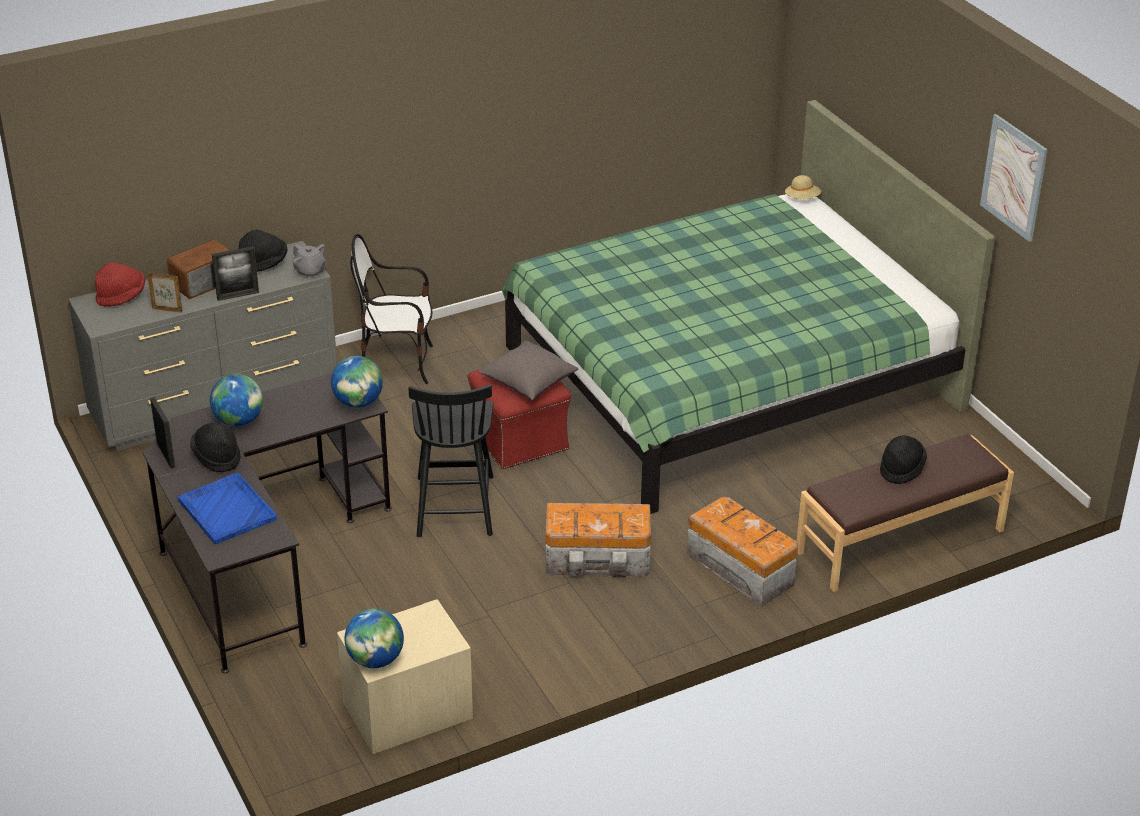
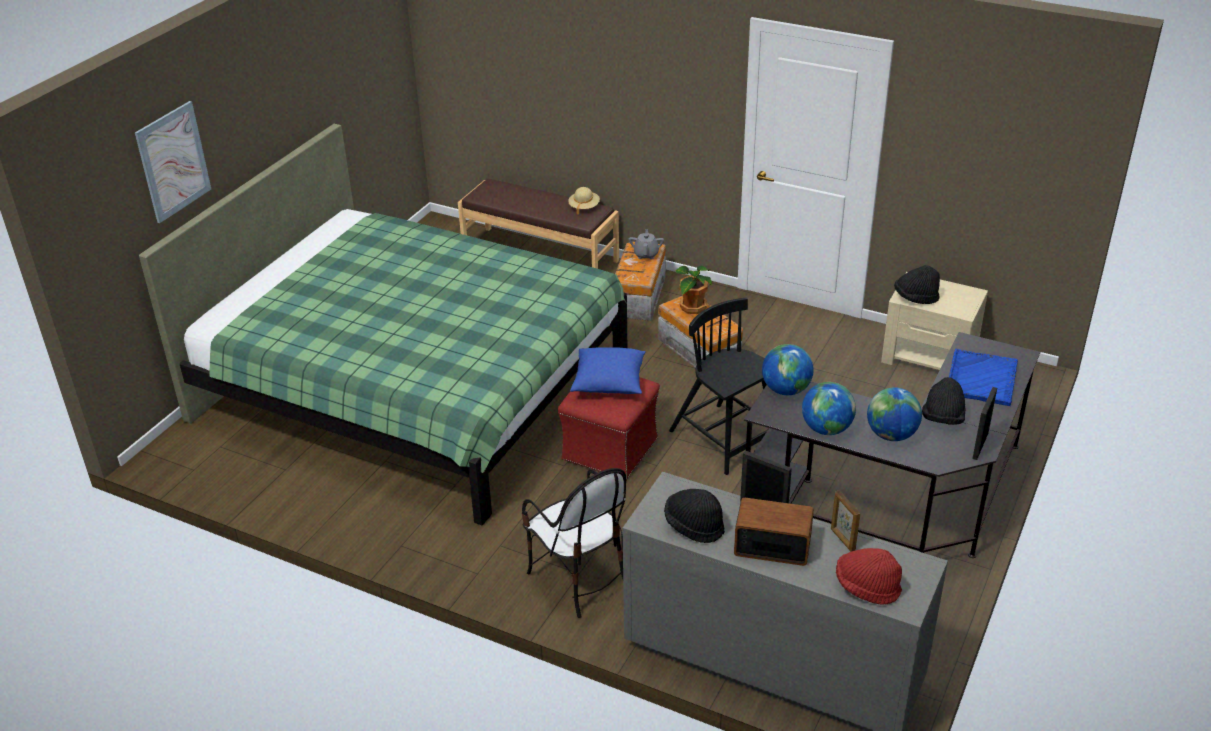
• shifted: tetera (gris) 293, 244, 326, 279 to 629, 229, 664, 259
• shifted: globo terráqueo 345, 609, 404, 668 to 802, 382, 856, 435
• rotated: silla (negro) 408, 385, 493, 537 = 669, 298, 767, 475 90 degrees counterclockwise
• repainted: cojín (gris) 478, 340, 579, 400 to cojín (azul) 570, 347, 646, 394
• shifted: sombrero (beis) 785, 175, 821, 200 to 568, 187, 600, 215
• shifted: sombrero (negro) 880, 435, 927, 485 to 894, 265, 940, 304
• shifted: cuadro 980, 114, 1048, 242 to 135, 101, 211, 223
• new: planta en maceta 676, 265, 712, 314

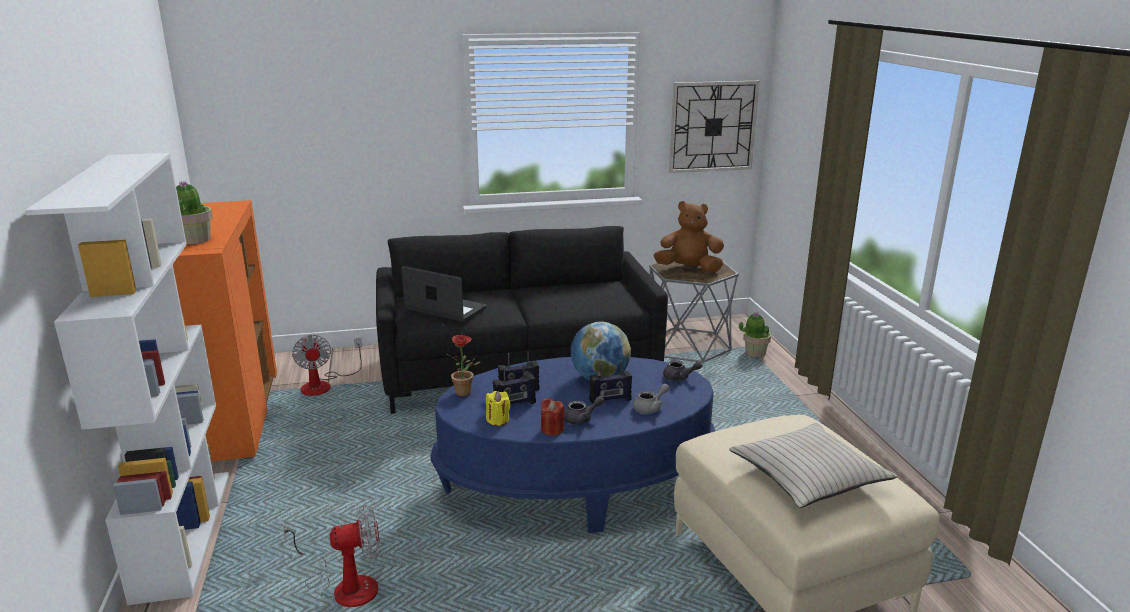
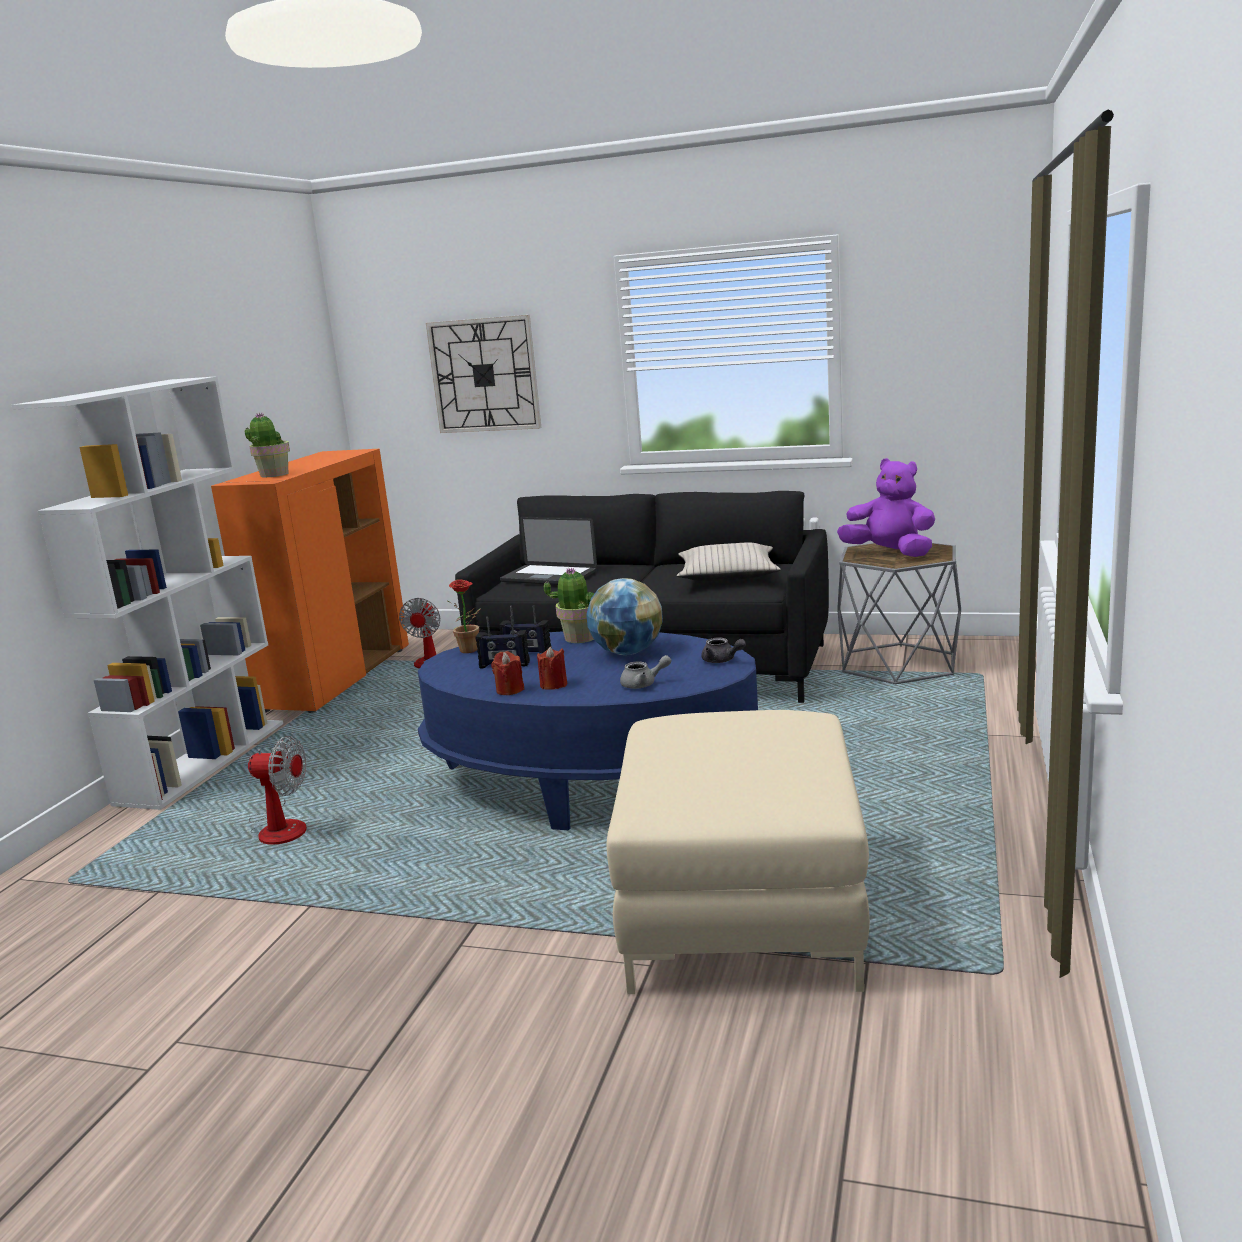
• rotated: portátil 401, 266, 487, 322 = 500, 516, 597, 585 150 degrees clockwise
• gone: vela (amarillo) 486, 391, 511, 426
• swapped: tetera (gris) 564, 396, 604, 425 to vela (rojo) 537, 646, 567, 690
• gone: radio 589, 361, 632, 404
• repainted: peluche (marrón) 654, 201, 724, 273 to peluche (morado) 837, 458, 935, 557
• shifted: reloj de pared 669, 81, 760, 173 to 426, 315, 541, 433
• shifted: cojín (beis) 729, 423, 898, 508 to 677, 543, 781, 581
• shifted: planta en maceta 739, 312, 771, 358 to 544, 567, 594, 643

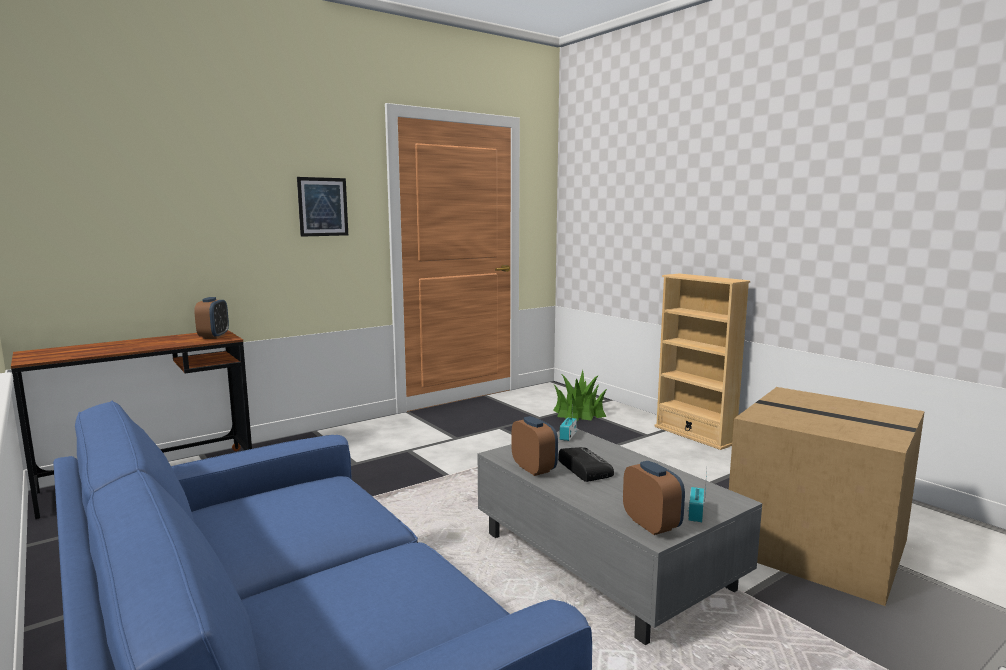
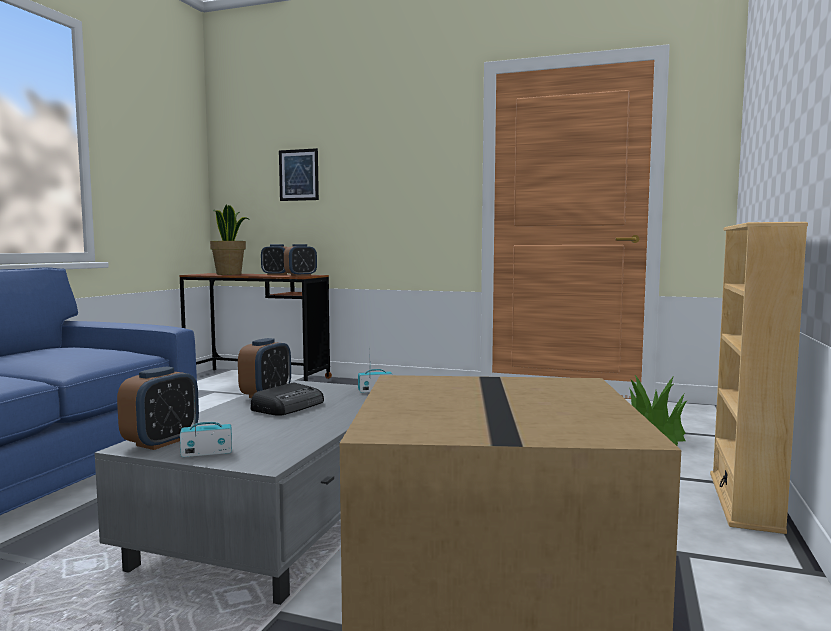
• shifted: cuadro 297, 177, 348, 237 to 279, 148, 319, 201
• new: planta en maceta 210, 205, 250, 275
• new: despertador 261, 244, 287, 275

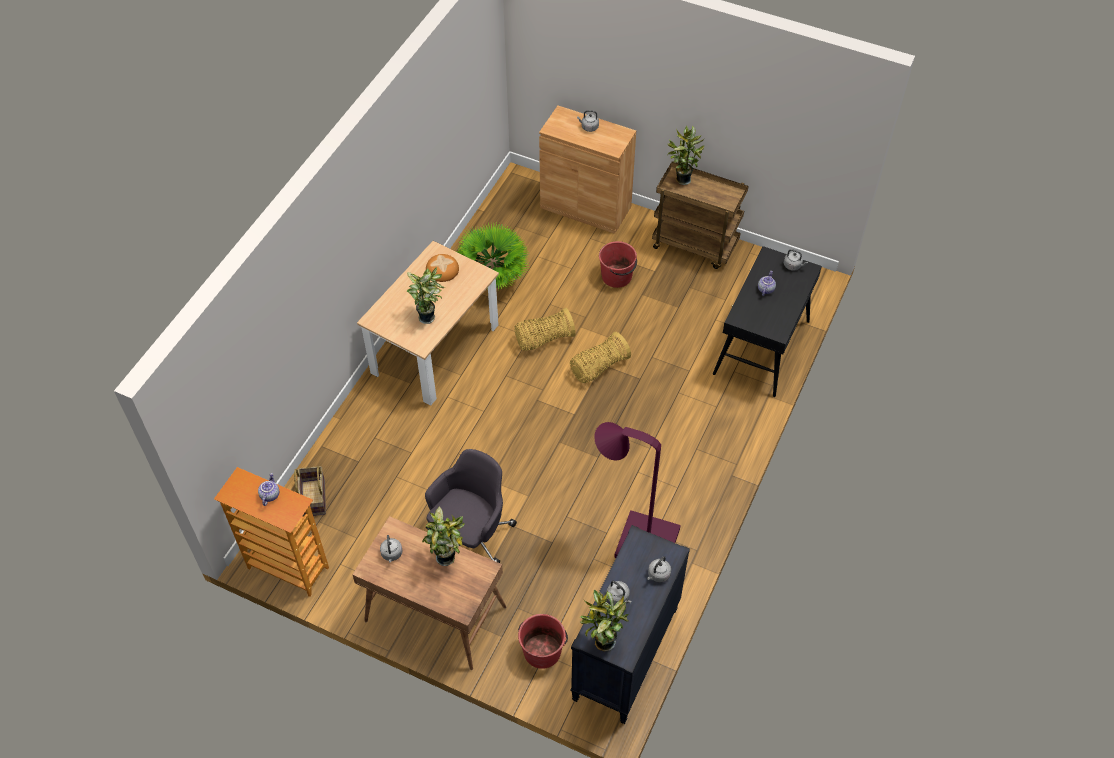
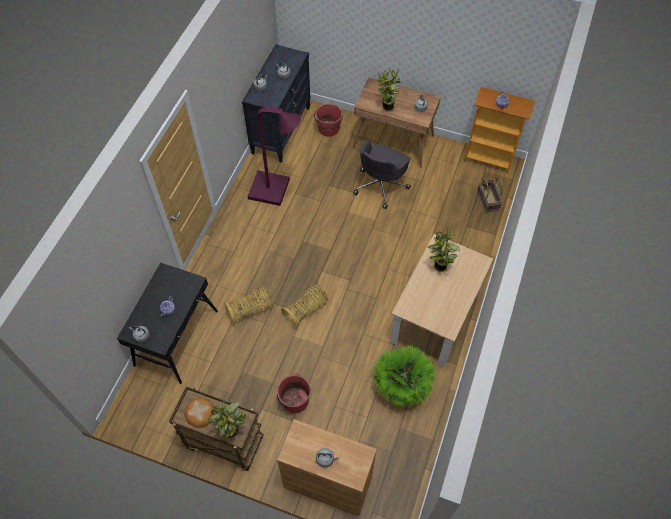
• shifted: pan 426, 254, 459, 282 to 185, 398, 215, 428
• shifted: cesta 514, 308, 576, 351 to 224, 287, 273, 324
• gone: planta en maceta 580, 590, 629, 652

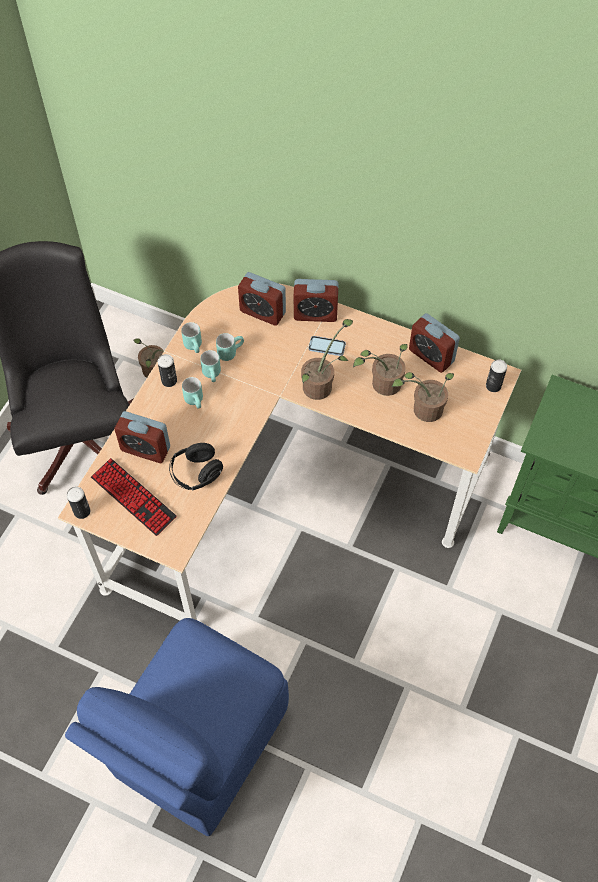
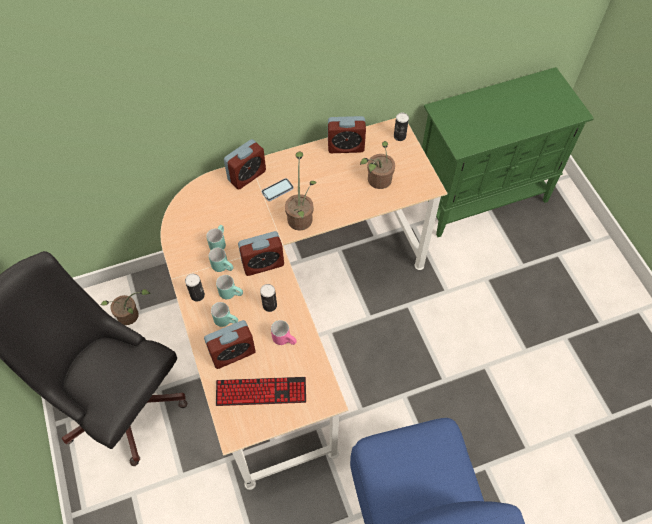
• shifted: lata 67, 487, 91, 519 to 260, 284, 277, 312
• swapped: auriculares (negro) 169, 443, 223, 490 to taza grande (rosa) 271, 320, 297, 345
• shifted: taza grande (turquesa) 181, 322, 202, 353 to 211, 302, 238, 327
• shifted: despertador 238, 272, 286, 326 to 238, 231, 284, 276
• gone: planta en maceta 353, 344, 408, 396

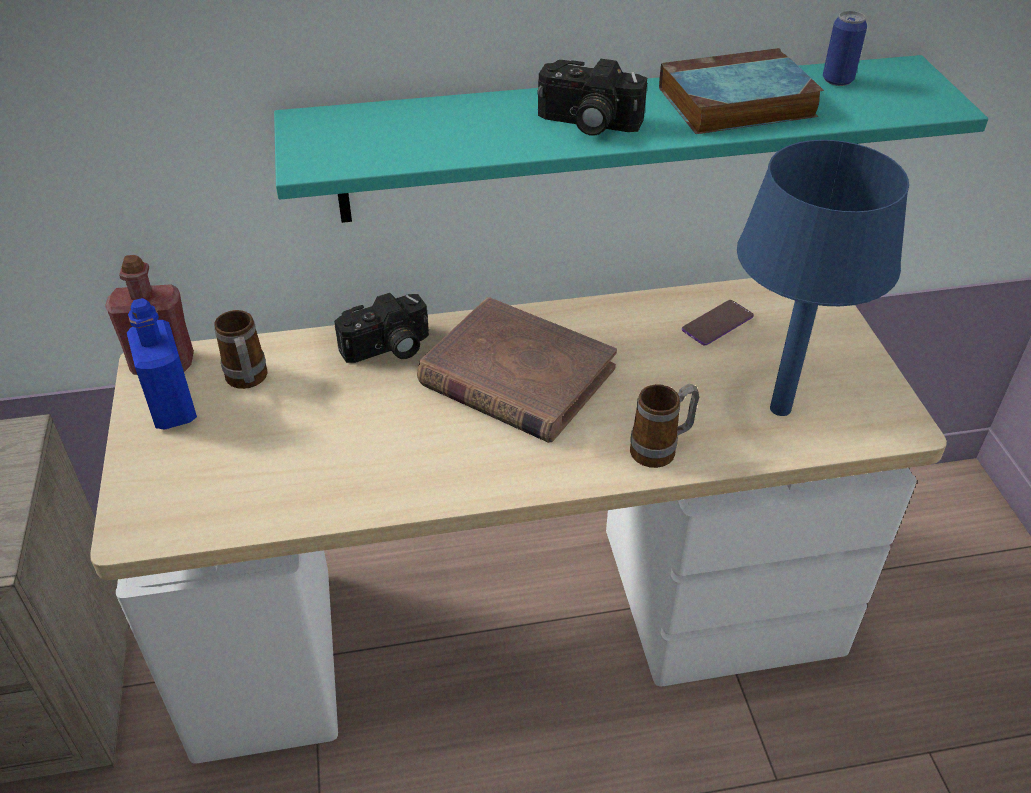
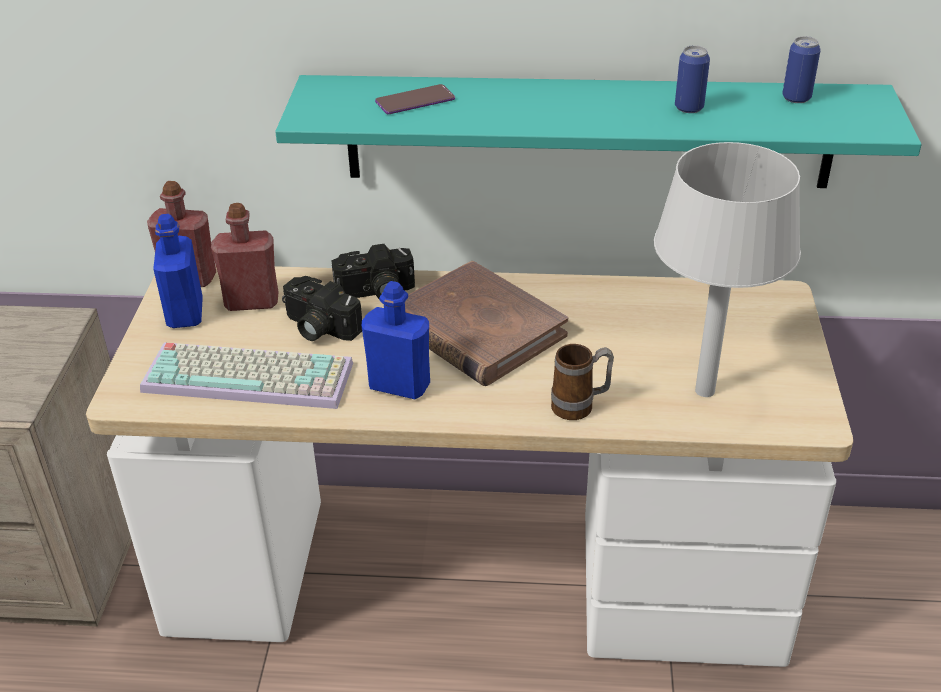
• swapped: taza grande 215, 310, 268, 389 to botella (rojo) 211, 203, 278, 311
• shifted: cámara 537, 59, 647, 136 to 282, 276, 362, 341
• swapped: libro 659, 48, 824, 134 to lata 675, 45, 710, 113
• shifted: móvil 682, 300, 754, 346 to 375, 84, 455, 114
• repainted: lámpara de mesa (azul) 737, 140, 909, 416 to lámpara de mesa (gris) 654, 142, 801, 397
• new: teclado 140, 342, 353, 409
• new: botella (azul) 362, 281, 430, 399

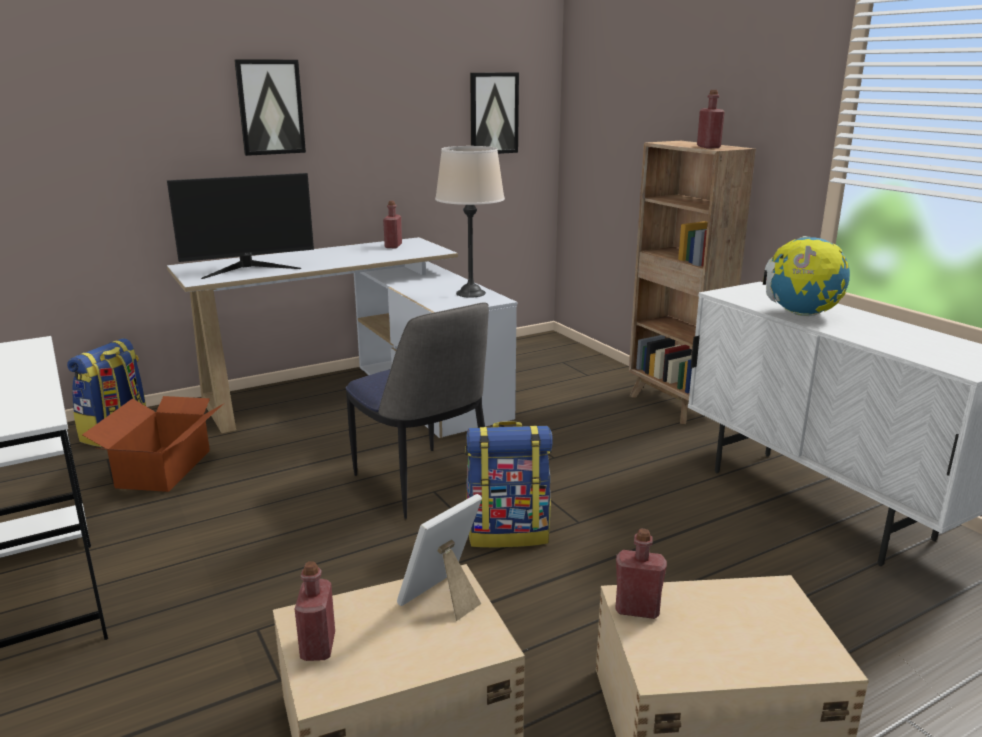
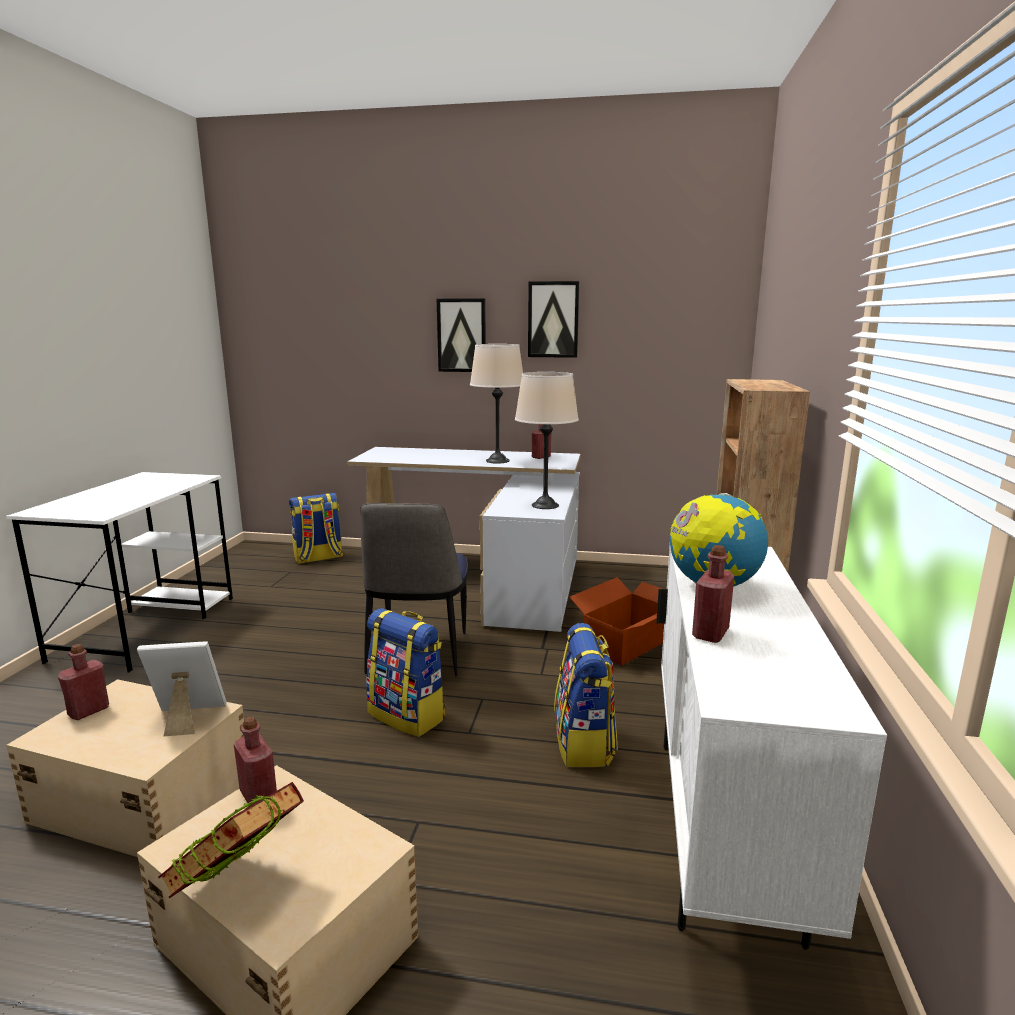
• shifted: caja de cartón 82, 396, 223, 492 to 570, 577, 664, 666
• gone: monitor 167, 173, 314, 279
• shifted: cuadro 470, 73, 519, 154 to 528, 281, 579, 358
• shifted: botella (rojo) 697, 90, 725, 148 to 692, 545, 734, 643
• new: libro 158, 782, 304, 898
• new: lámpara de mesa (beis) 470, 344, 523, 464
• new: mochila 554, 623, 618, 767

